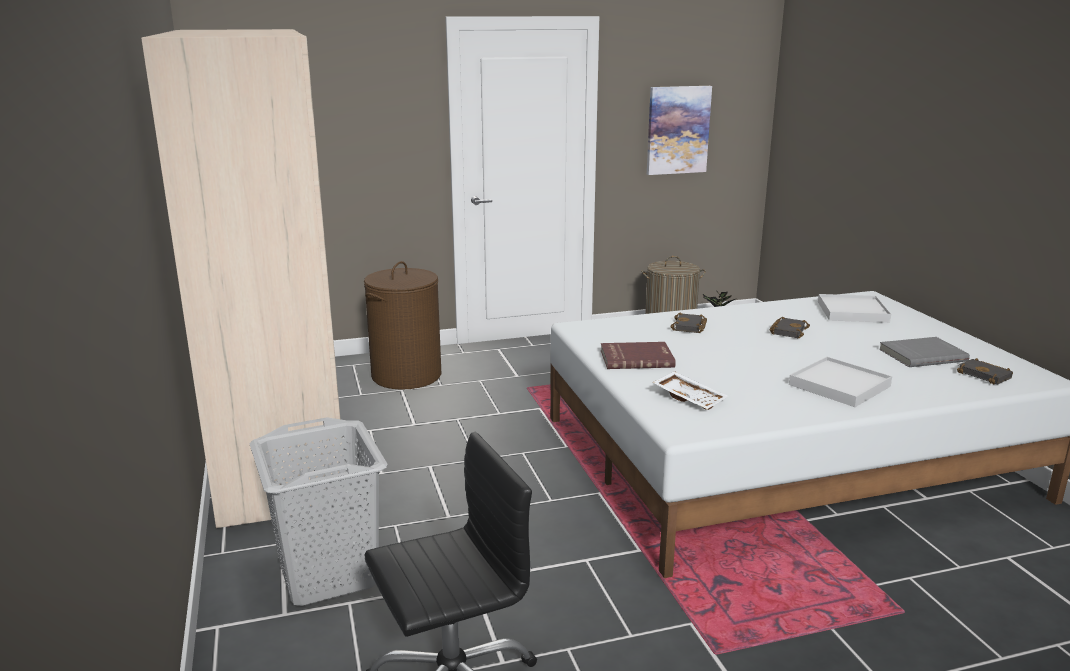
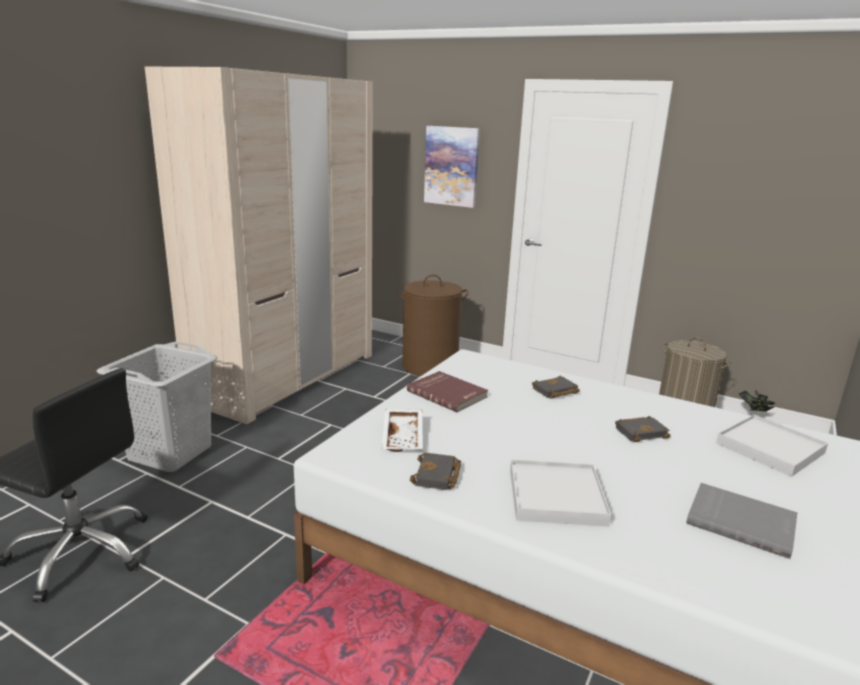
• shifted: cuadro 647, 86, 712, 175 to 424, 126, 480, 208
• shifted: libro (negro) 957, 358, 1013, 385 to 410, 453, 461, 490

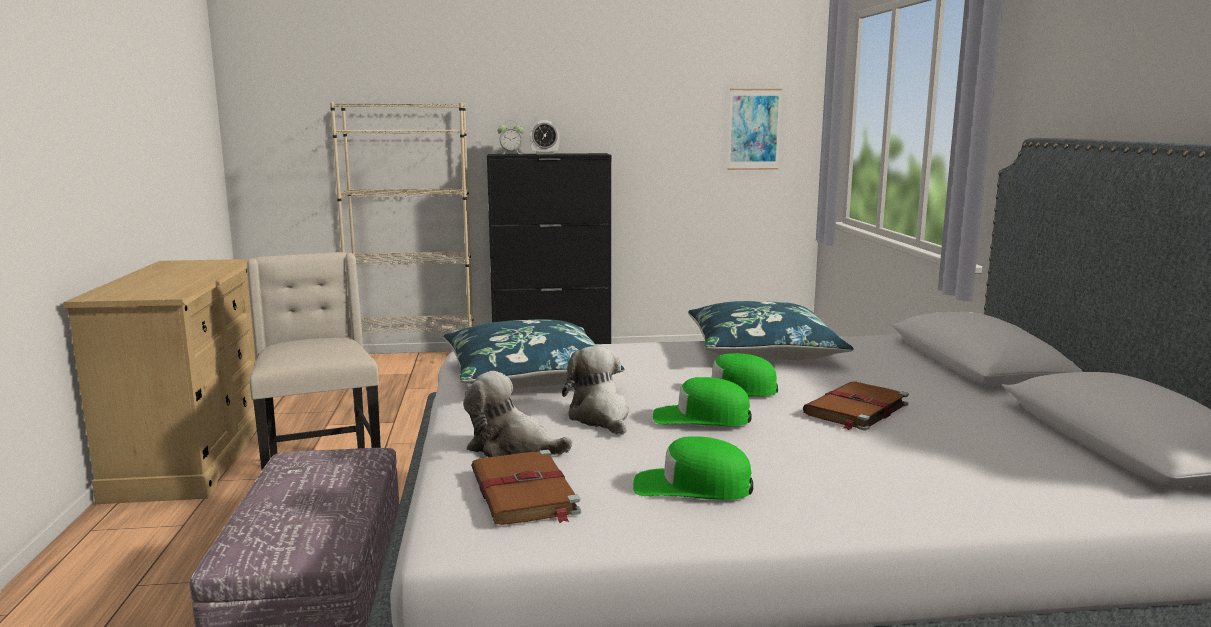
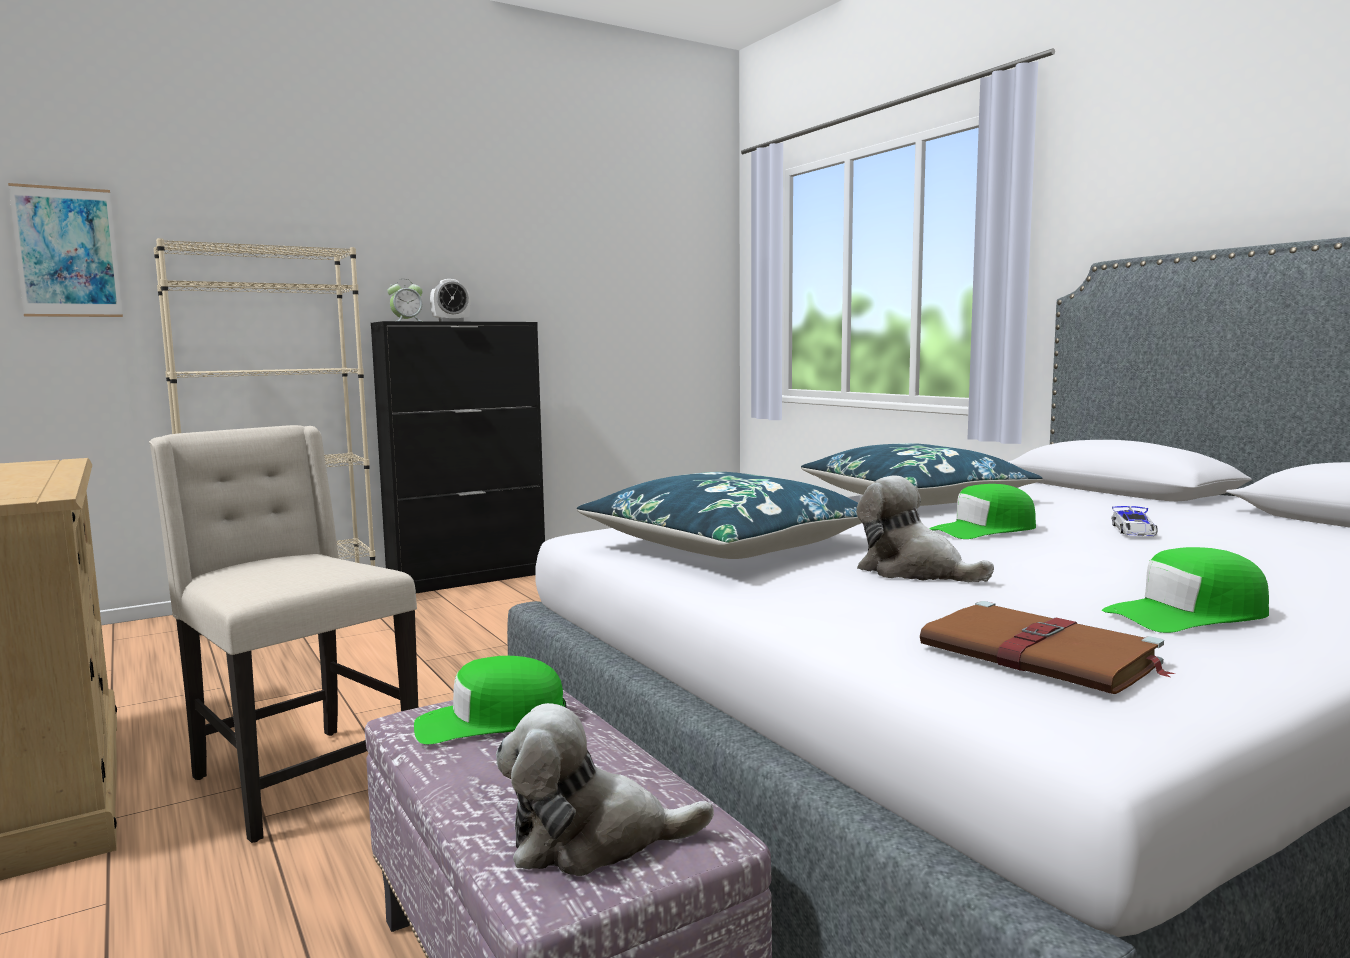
• shifted: peluche 463, 371, 573, 457 to 496, 703, 714, 876
• shifted: gorra (verde) 653, 377, 752, 426 to 414, 656, 567, 744
• shifted: cuadro 728, 89, 782, 170 to 8, 183, 123, 317
• swapped: libro (marrón) 803, 381, 909, 431 to coche de juguete 1111, 506, 1158, 536

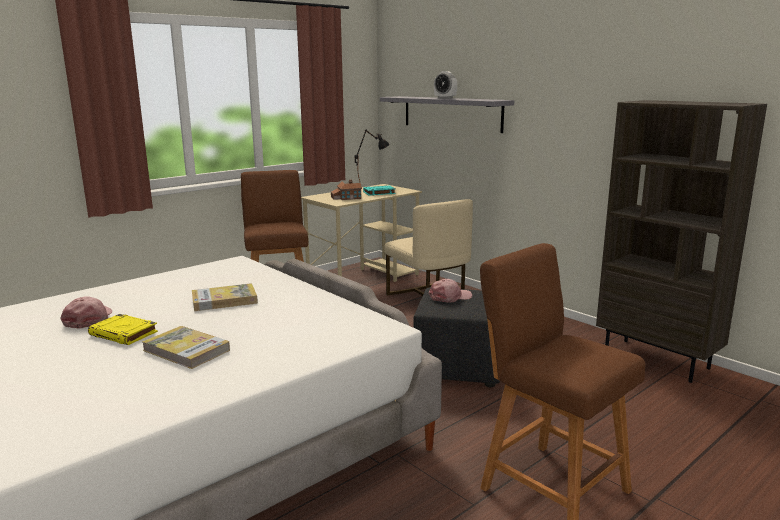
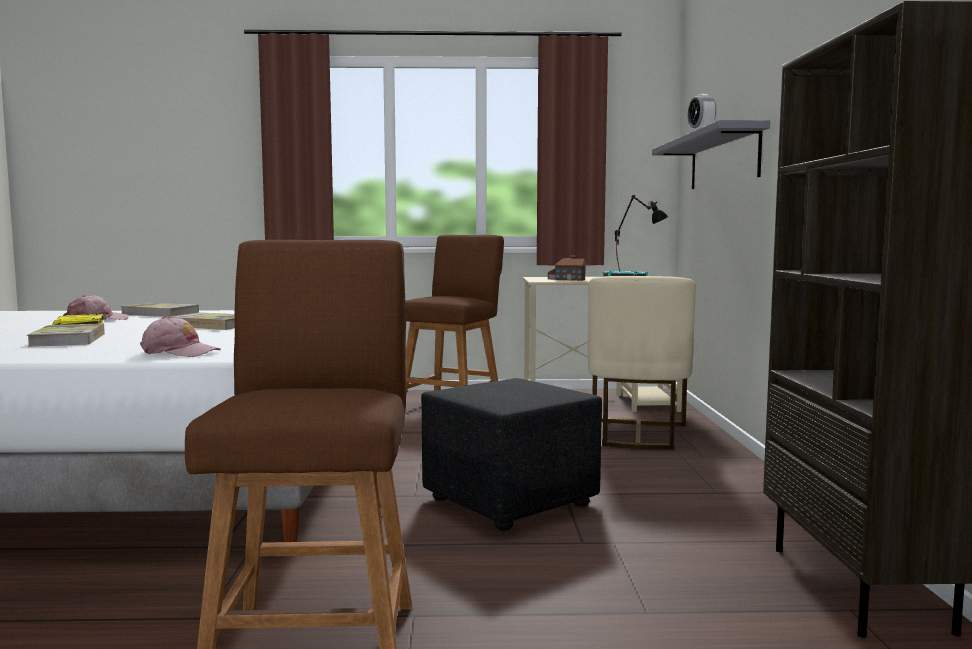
• shifted: gorra (rosa) 429, 279, 472, 303 to 140, 317, 221, 357
• new: libro 121, 303, 199, 317

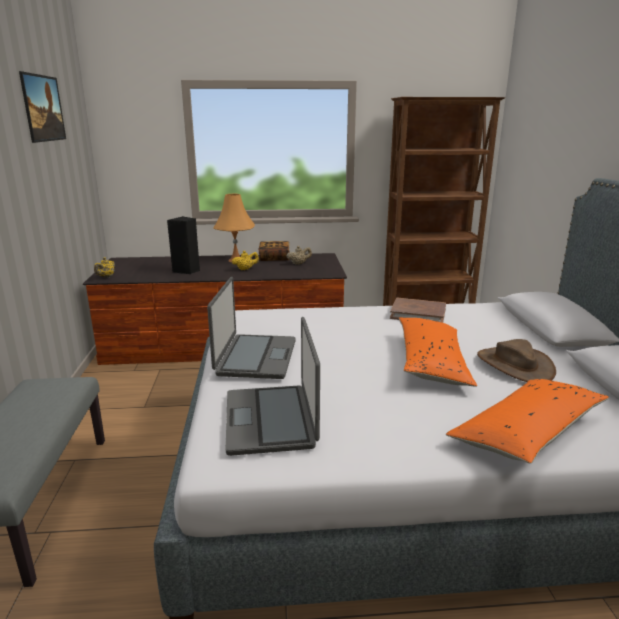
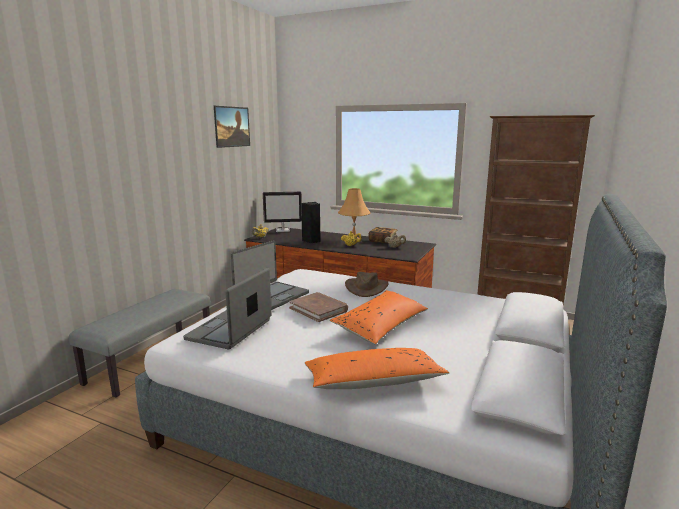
• shifted: libro (marrón) 390, 298, 446, 323 to 289, 292, 348, 322
• shifted: sombrero (marrón) 477, 339, 556, 382 to 345, 272, 389, 297
• new: monitor 263, 192, 302, 232

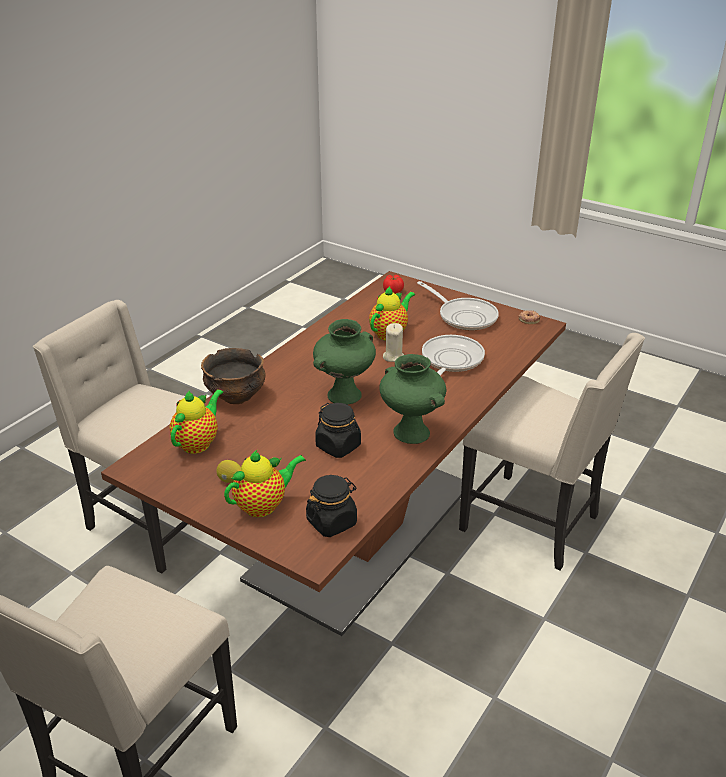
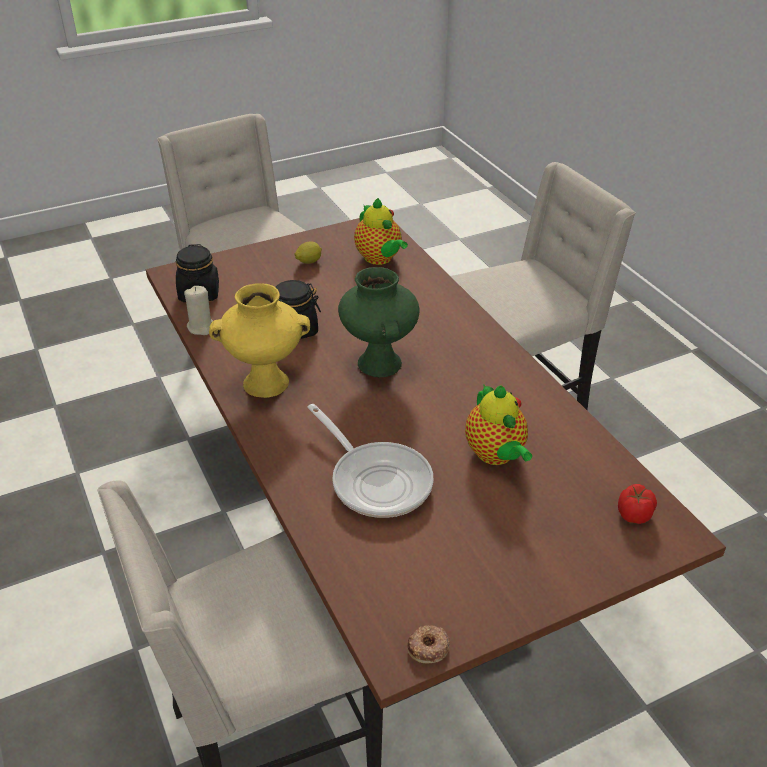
• gone: cuenco 201, 348, 266, 404
• gone: tetera 224, 450, 306, 517
• repainted: florero (verde) 379, 354, 446, 444 to florero (amarillo) 209, 283, 310, 398
• shifted: vela (beis) 383, 323, 404, 362 to 184, 286, 213, 335
• gone: sartén 417, 281, 499, 330

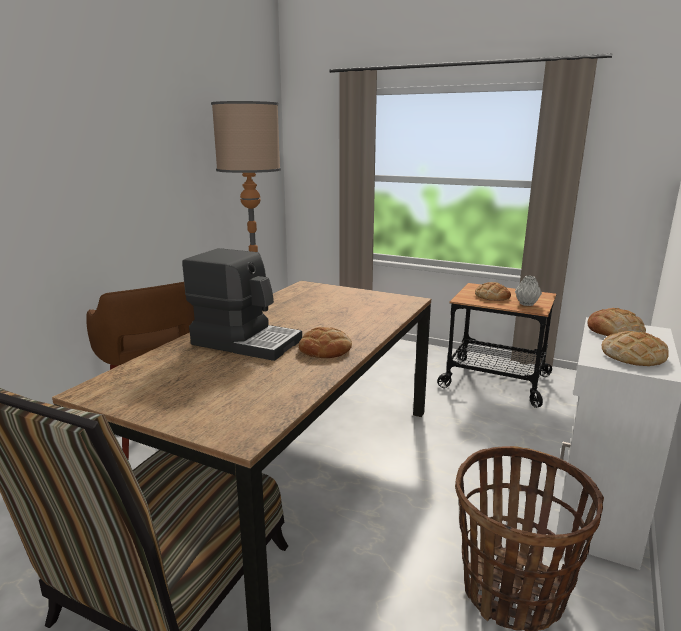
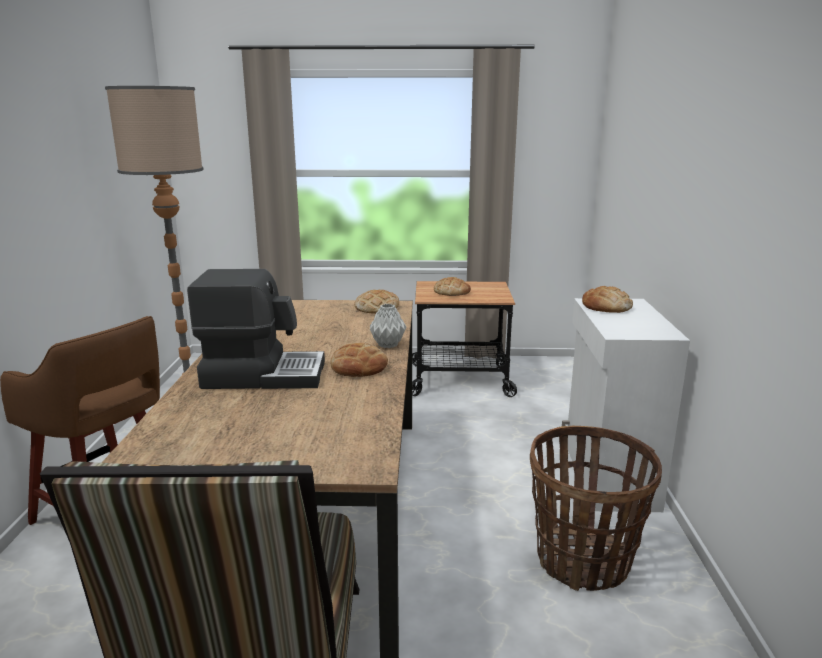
• shifted: florero (gris) 515, 276, 542, 306 to 370, 304, 406, 348
• shifted: pan 602, 331, 669, 366 to 354, 290, 399, 314

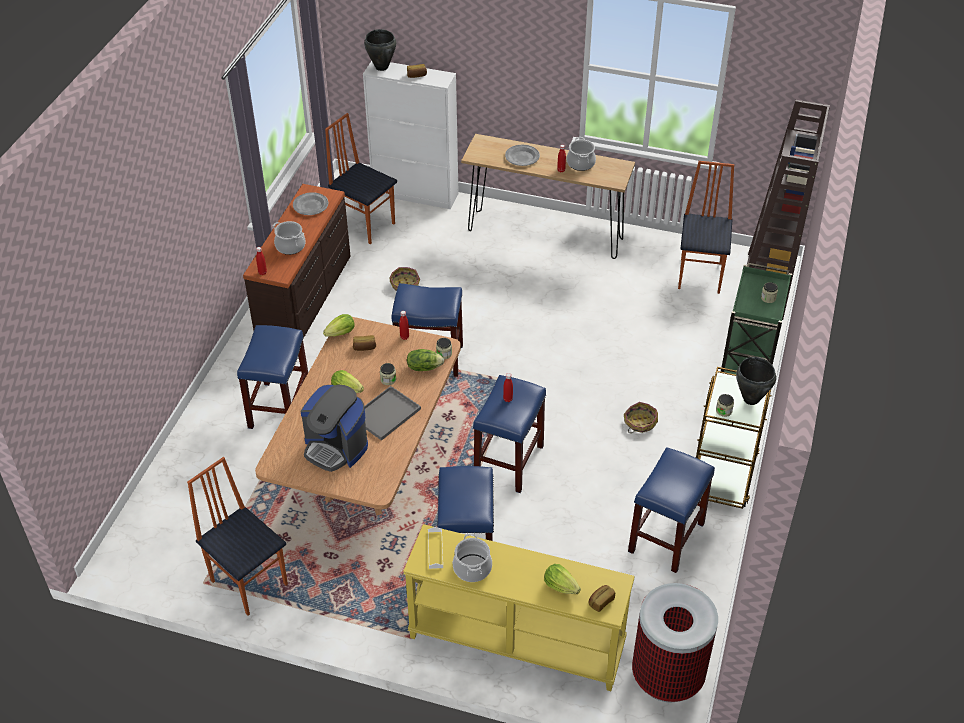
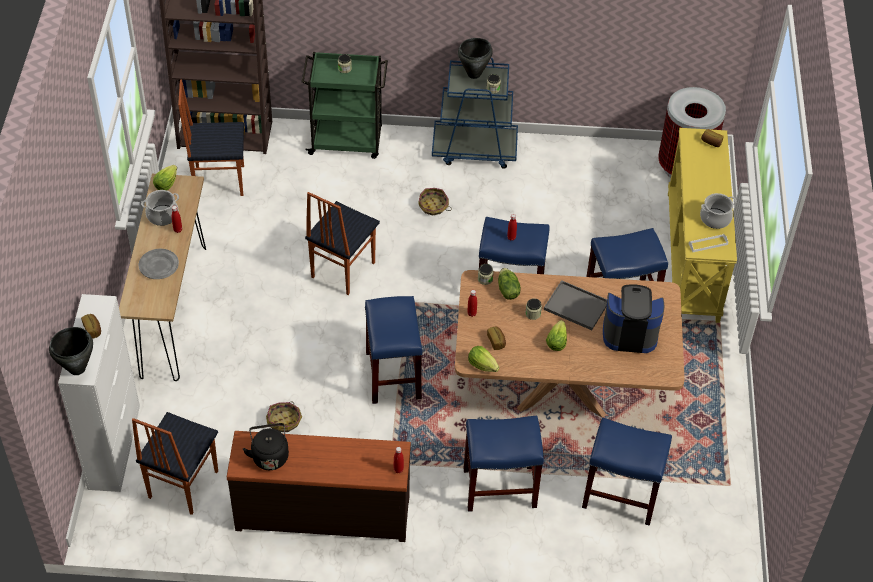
• shifted: silla 187, 457, 288, 616 to 305, 192, 380, 295
• gone: olla 272, 221, 306, 255
• swapped: plato (gris) 293, 192, 328, 215 to hervidor (negro) 243, 423, 289, 470
• rotated: cafetera 301, 385, 368, 472 = 603, 284, 664, 353 105 degrees counterclockwise
• shifted: lechuga 544, 564, 581, 594 to 153, 165, 177, 190
• shifted: taburete (azul) 628, 447, 715, 573 to 582, 418, 672, 526
• repainted: carrito (marrón) 696, 367, 772, 509 to carrito (azul) 432, 57, 518, 169

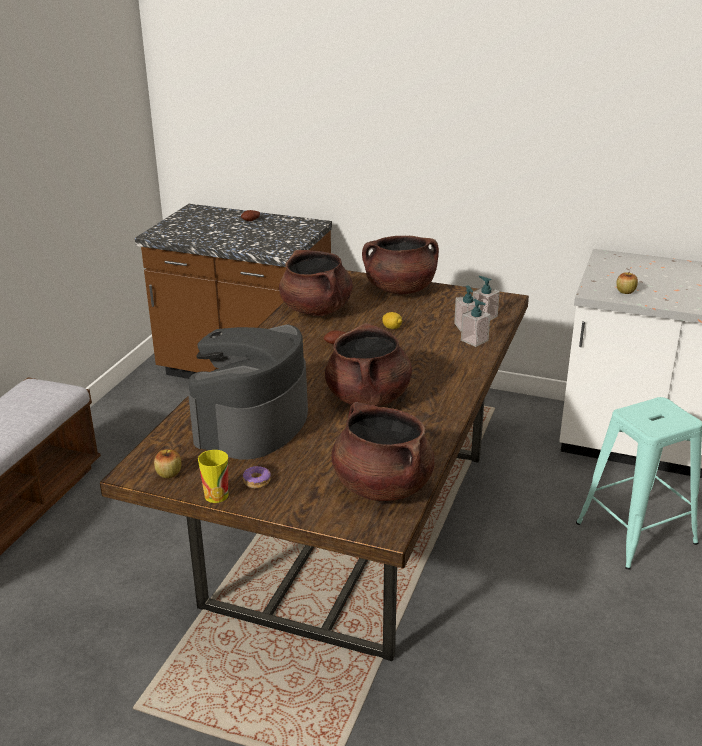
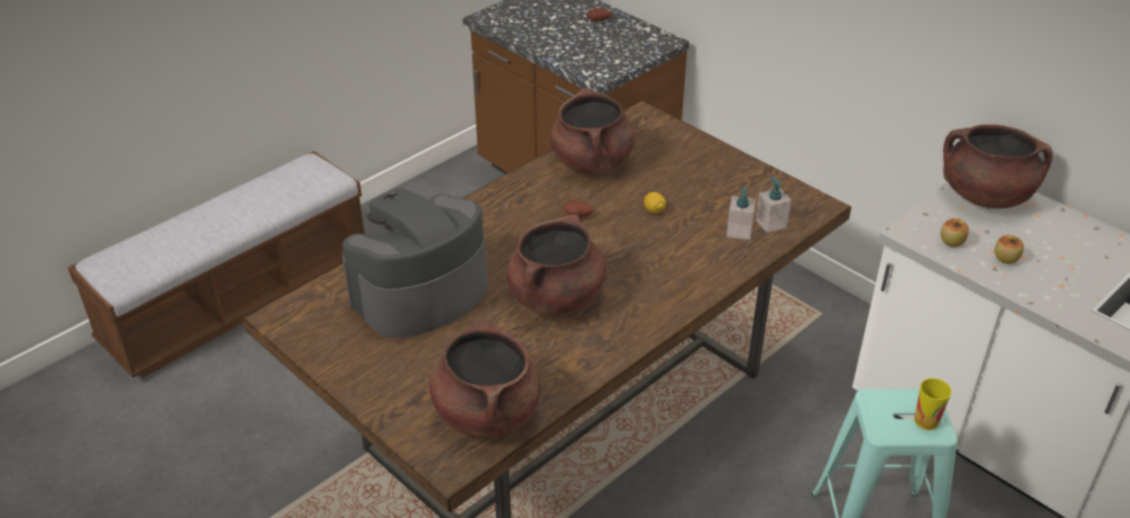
• shifted: manzana 154, 449, 182, 478 to 994, 235, 1024, 264
• shifted: taza 198, 450, 228, 503 to 914, 378, 952, 430
• gone: rosquilla 243, 466, 271, 489
• shifted: olla (marrón) 362, 236, 439, 294 to 943, 124, 1053, 209
• gone: dispensador de jabón 461, 299, 490, 347

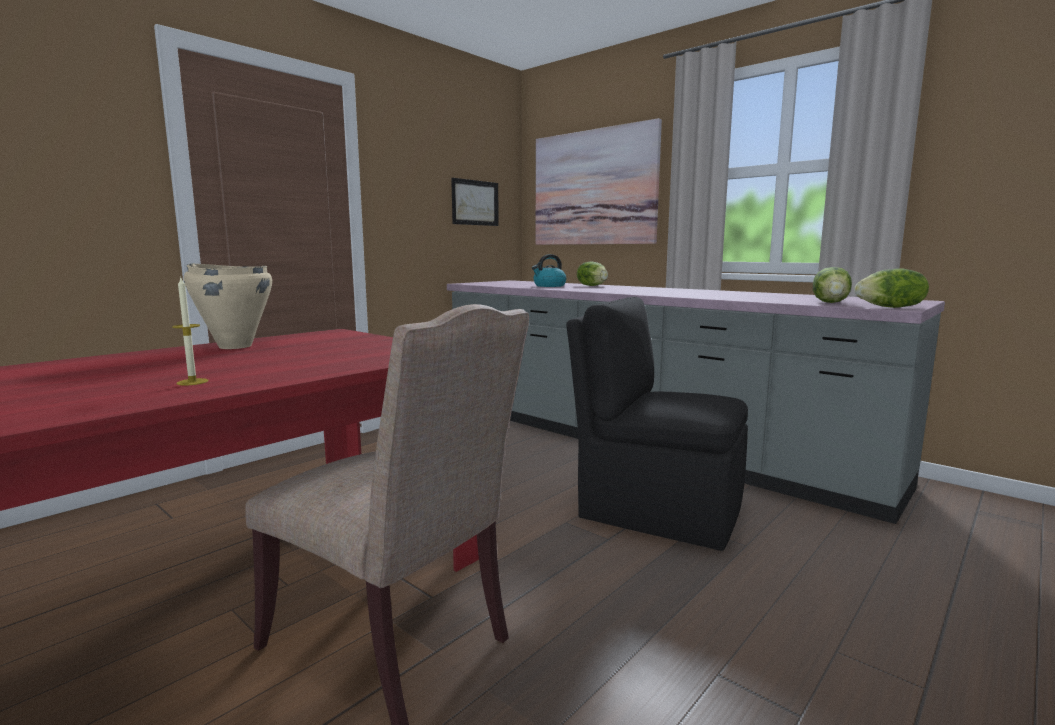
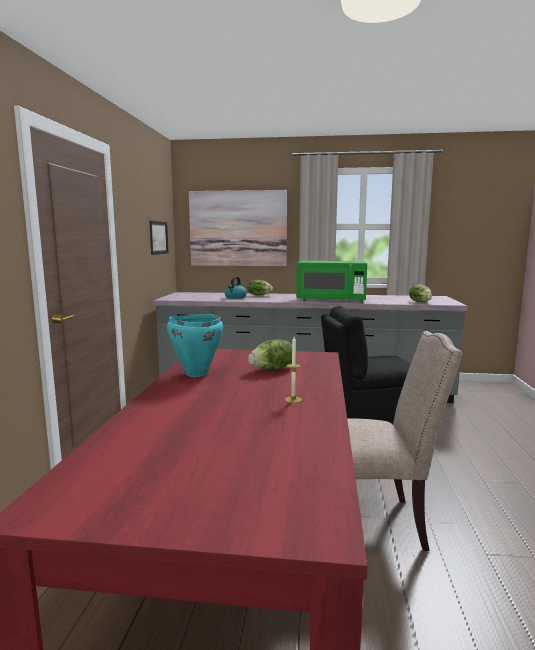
• repainted: olla (beis) 184, 263, 272, 349 to olla (turquesa) 167, 314, 223, 377
• shifted: lechuga 854, 268, 929, 308 to 248, 340, 292, 369
• new: microondas (verde) 296, 261, 367, 303

